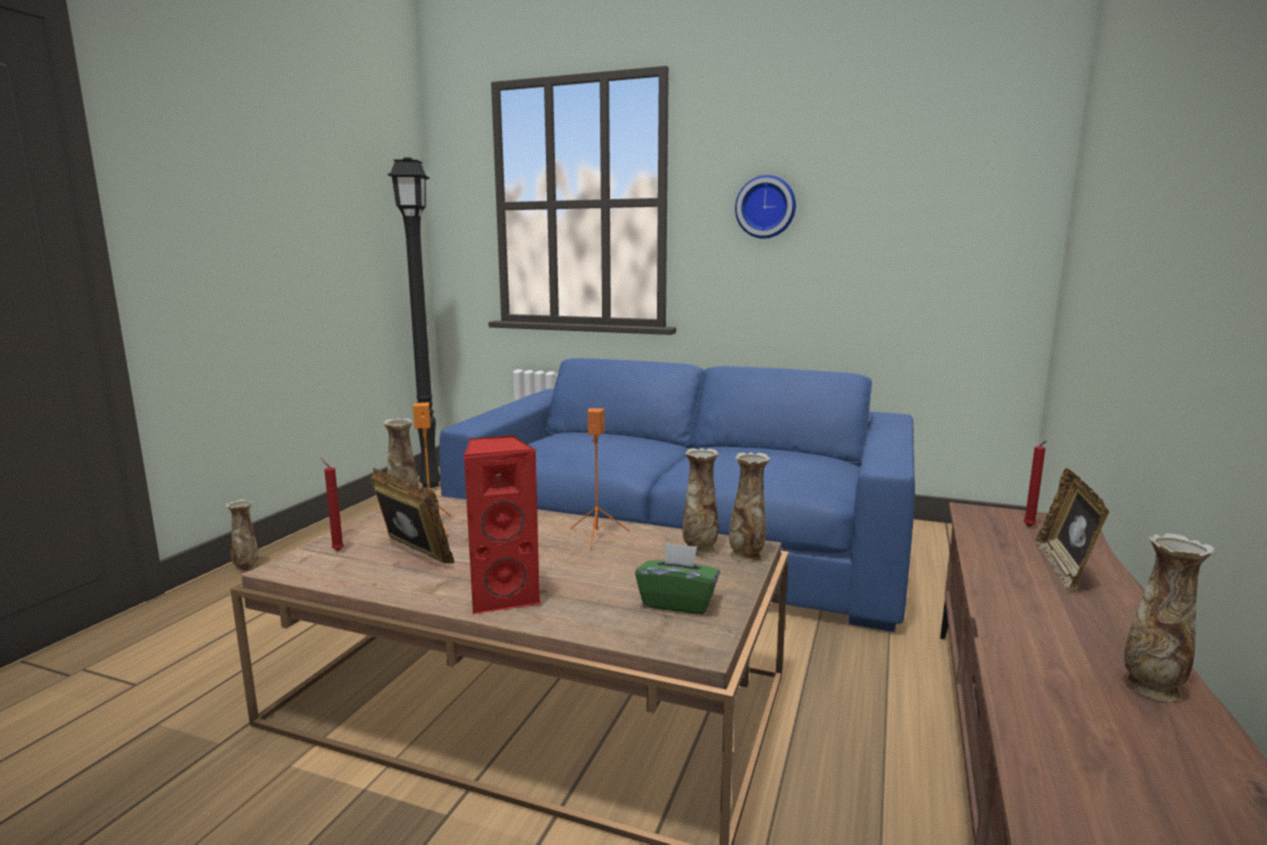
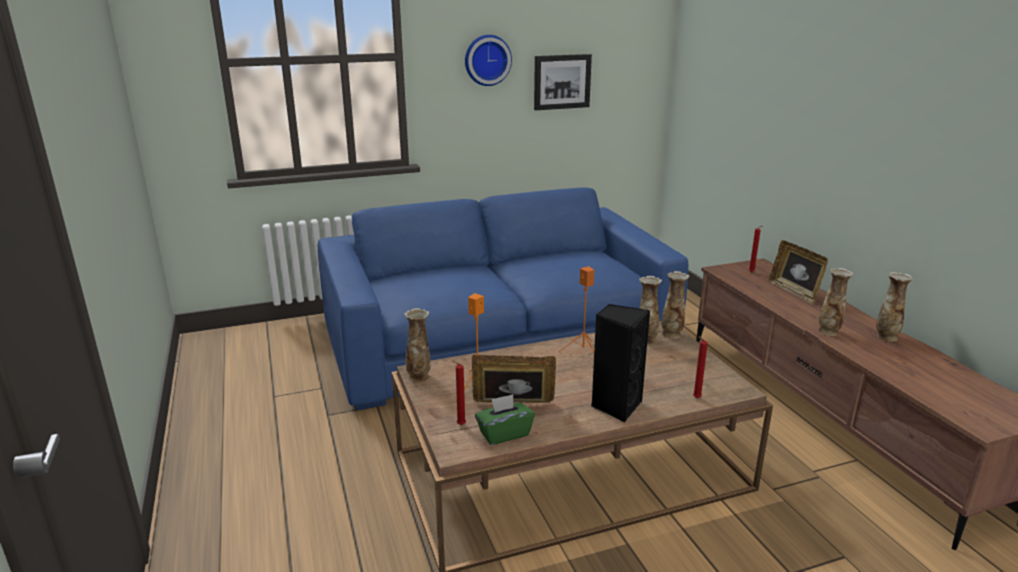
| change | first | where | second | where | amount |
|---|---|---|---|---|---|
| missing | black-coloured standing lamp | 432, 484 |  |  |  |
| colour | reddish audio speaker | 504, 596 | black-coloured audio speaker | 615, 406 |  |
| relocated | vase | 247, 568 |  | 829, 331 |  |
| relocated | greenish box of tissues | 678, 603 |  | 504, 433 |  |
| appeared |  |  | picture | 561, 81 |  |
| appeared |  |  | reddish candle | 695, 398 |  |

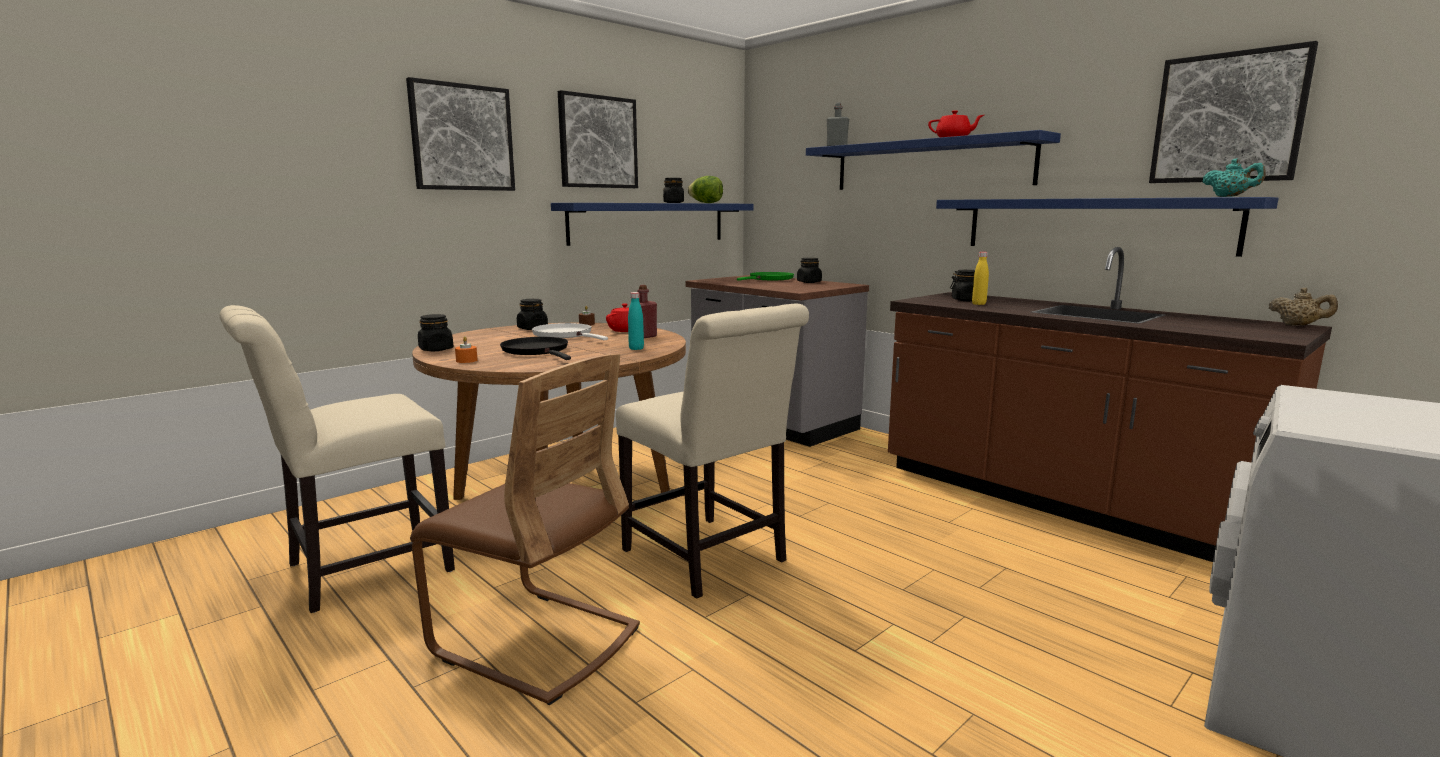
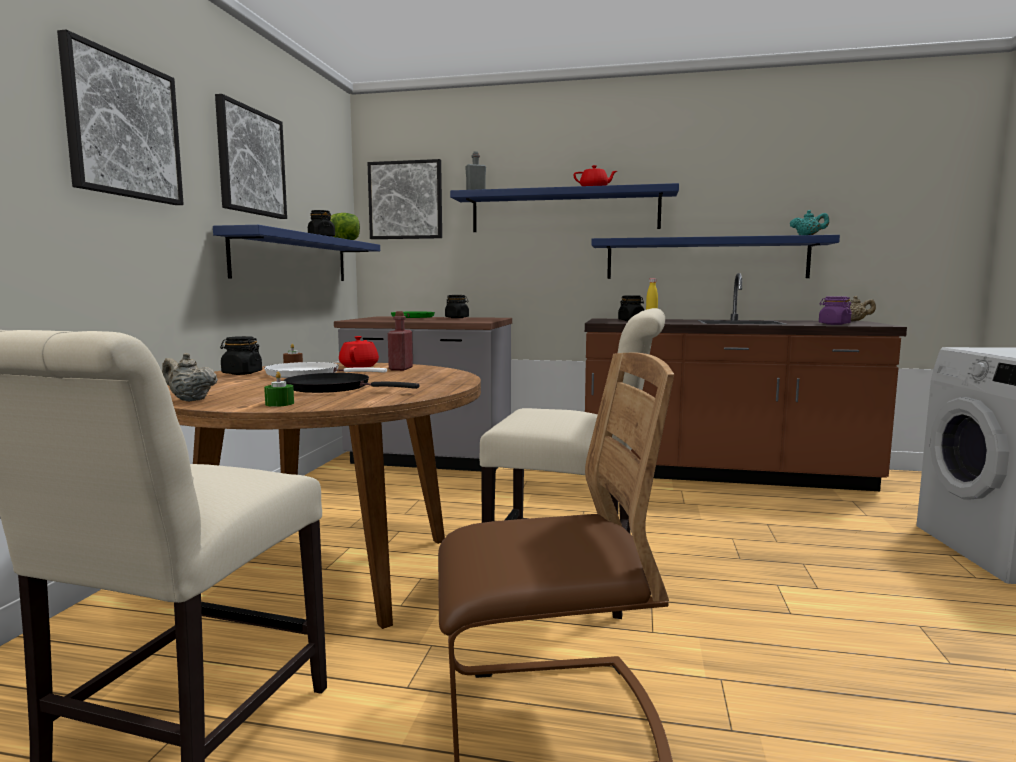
| change | first | where | second | where | amount |
|---|---|---|---|---|---|
| relocated | picture | 1228, 118 |  | 405, 200 |  |
| missing | turquoise-coloured drink bottle | 636, 349 |  |  |  |
| exchanged | black-coloured preserve jar | 436, 349 | sand-coloured tea pot | 189, 400 |  |
| colour | orangey candle | 466, 360 | greenish candle | 279, 404 |  |
| appeared |  |  | purple preserve jar | 834, 324 |  |

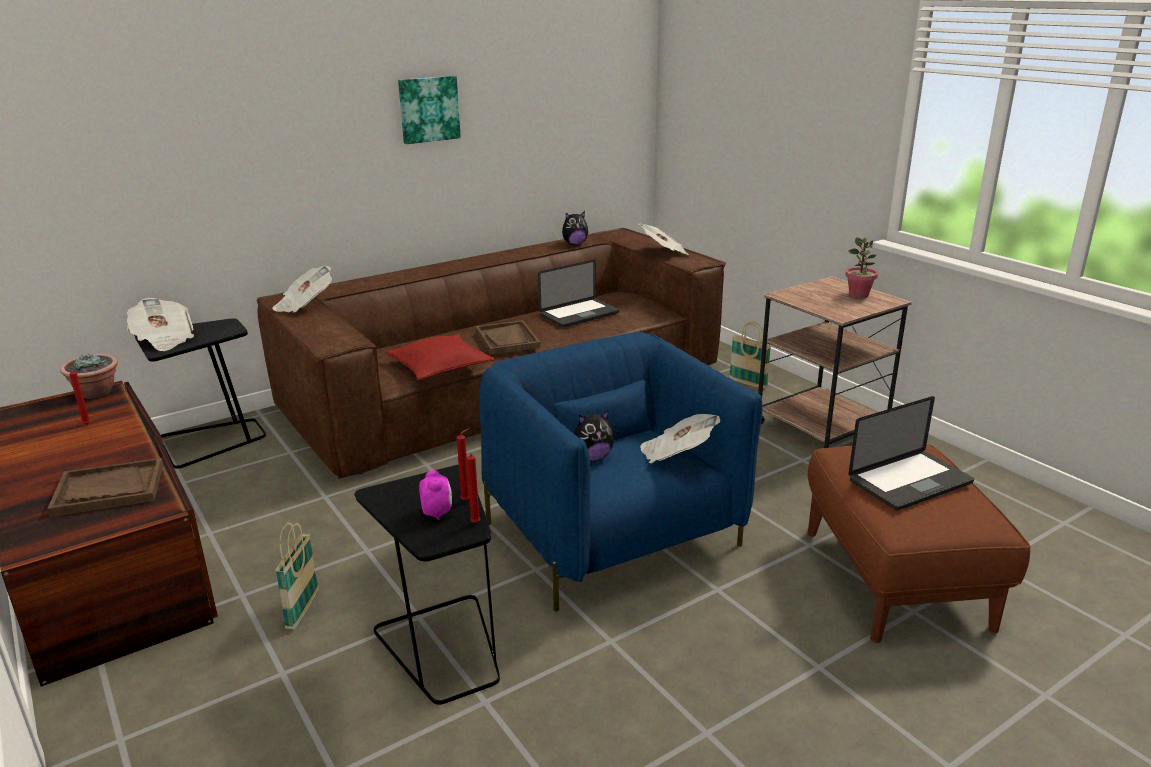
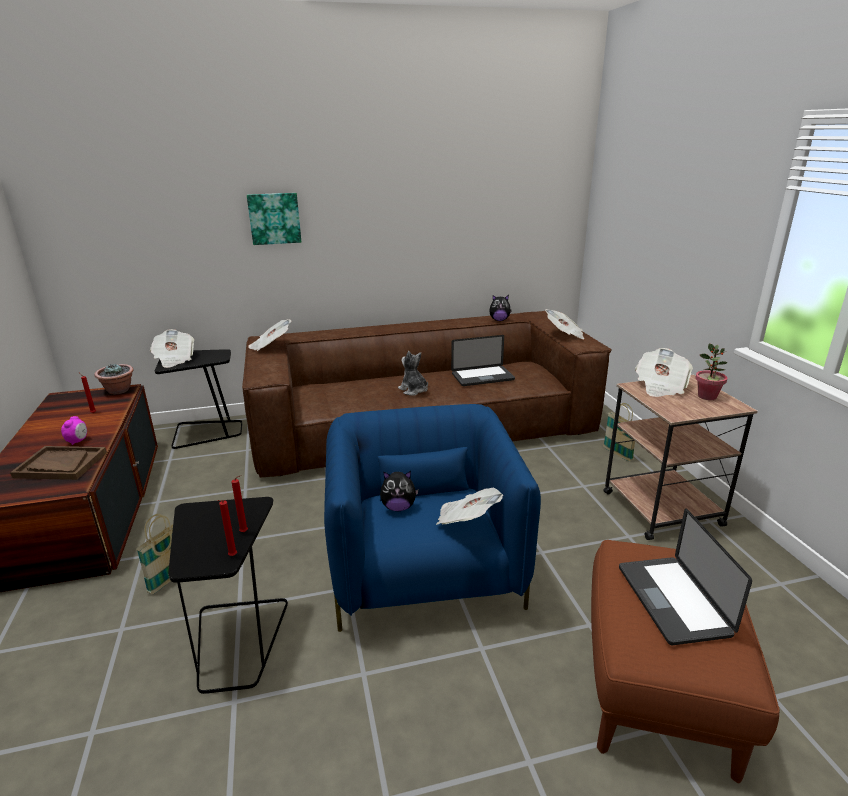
| change | first | where | second | where | amount |
|---|---|---|---|---|---|
| relocated | picture | 428, 109 |  | 274, 218 |  |
| exchanged | brownish serving tray | 507, 339 | soft toy | 413, 390 |  |
| missing | reddish throw pillow | 440, 367 |  |  |  |
| spun | portable computer | 910, 482 |  | 672, 600 | 90 degrees clockwise |
| relocated | bedside clock | 437, 513 |  | 78, 441 |  |
| appeared |  |  | newspaper | 660, 387 |  |

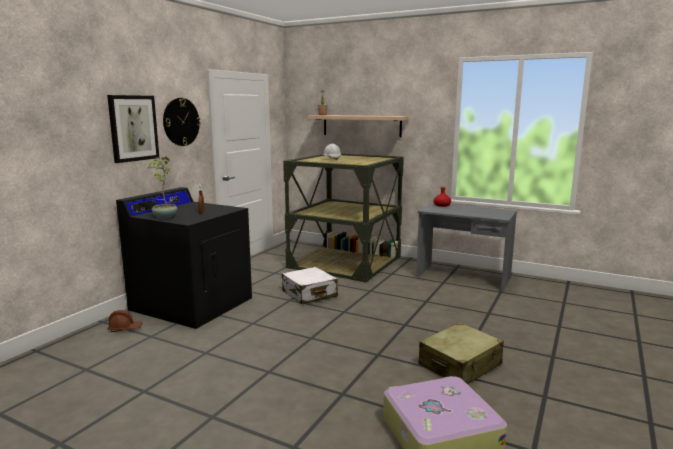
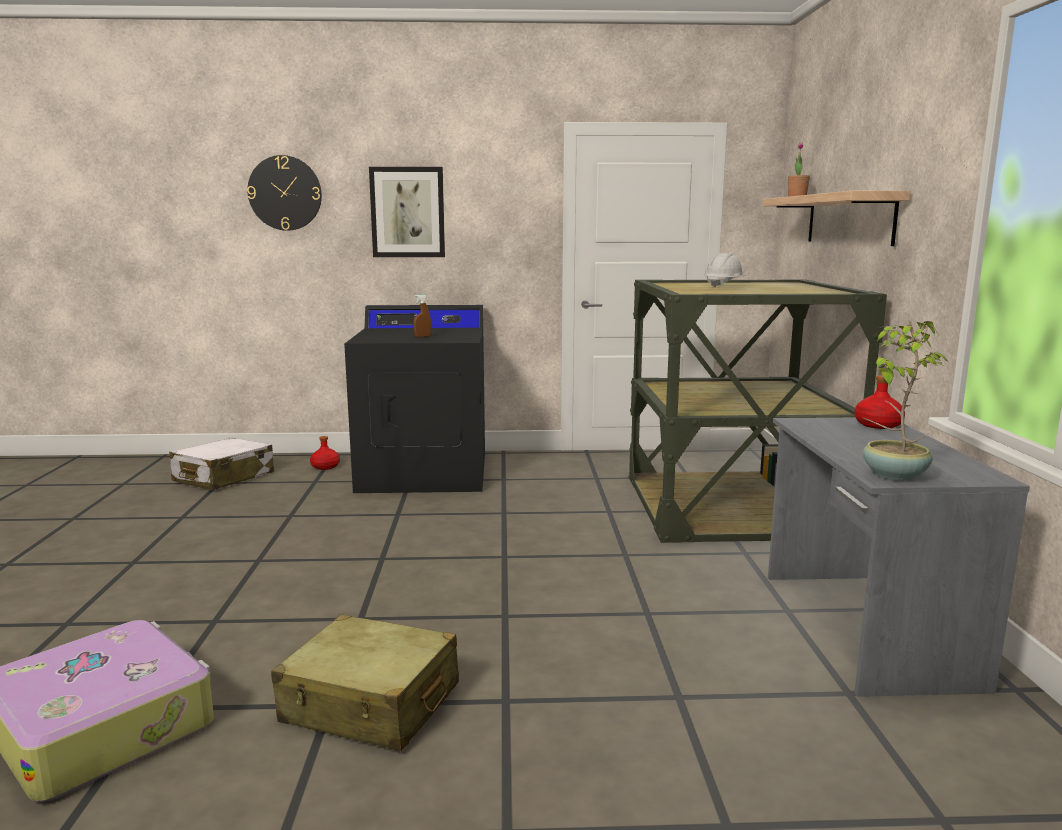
| change | first | where | second | where | amount |
|---|---|---|---|---|---|
| relocated | wall clock | 181, 122 |  | 285, 193 |  |
| relocated | plant in a pot | 164, 217 |  | 892, 475 |  |
| relocated | white-coloured piece of luggage | 309, 294 |  | 223, 478 |  |
| exchanged | brownish work helmet | 125, 328 | reddish drink bottle | 325, 466 |  |

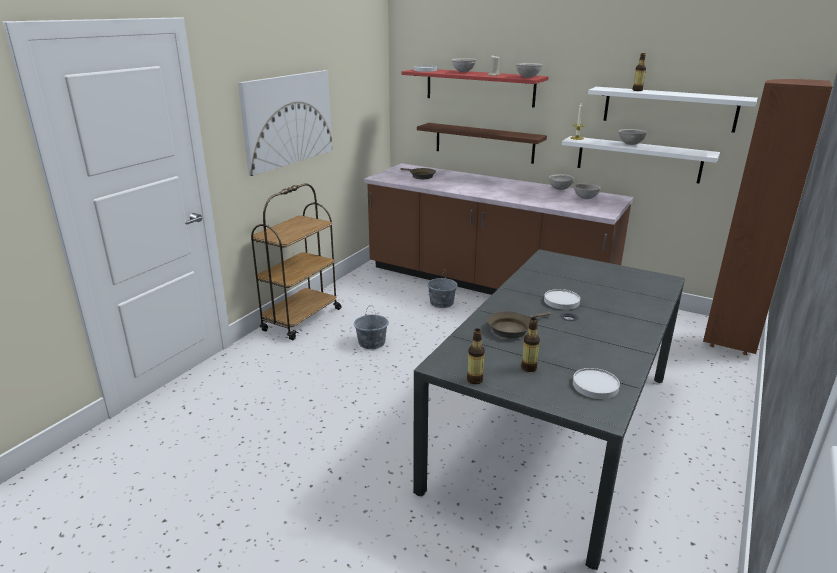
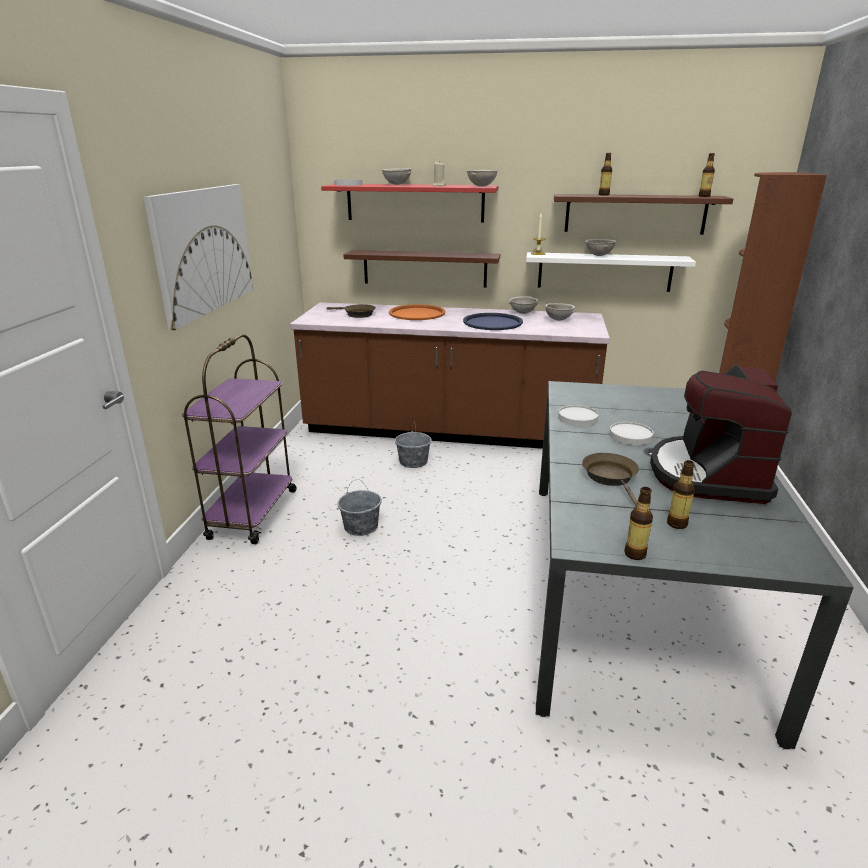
| change | first | where | second | where | amount |
|---|---|---|---|---|---|
| colour | white-coloured shelf | 669, 109 | brownish shelf | 635, 214 |  |
| colour | brownish trolley | 301, 320 | purple trolley | 252, 515 |  |
| spun | brownish skillet | 512, 328 |  | 611, 478 | 135 degrees clockwise |
| relocated | white-coloured plate | 595, 385 |  | 577, 418 |  |
| appeared |  |  | drink bottle | 704, 196 |  |
| appeared |  |  | orangey serving tray | 417, 313 |  |
| appeared |  |  | bluish serving tray | 492, 322 |  |
| appeared |  |  | coffee machine | 708, 474 |  |

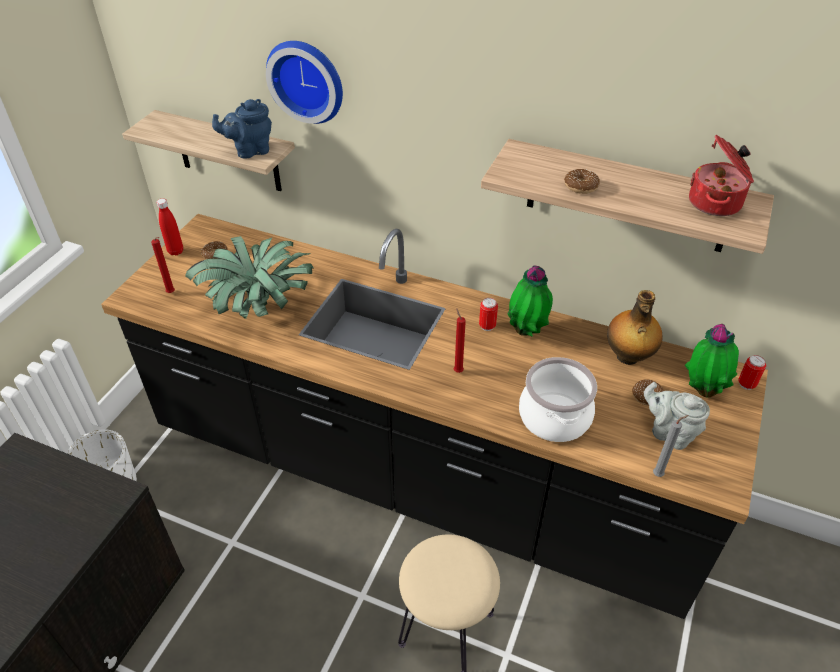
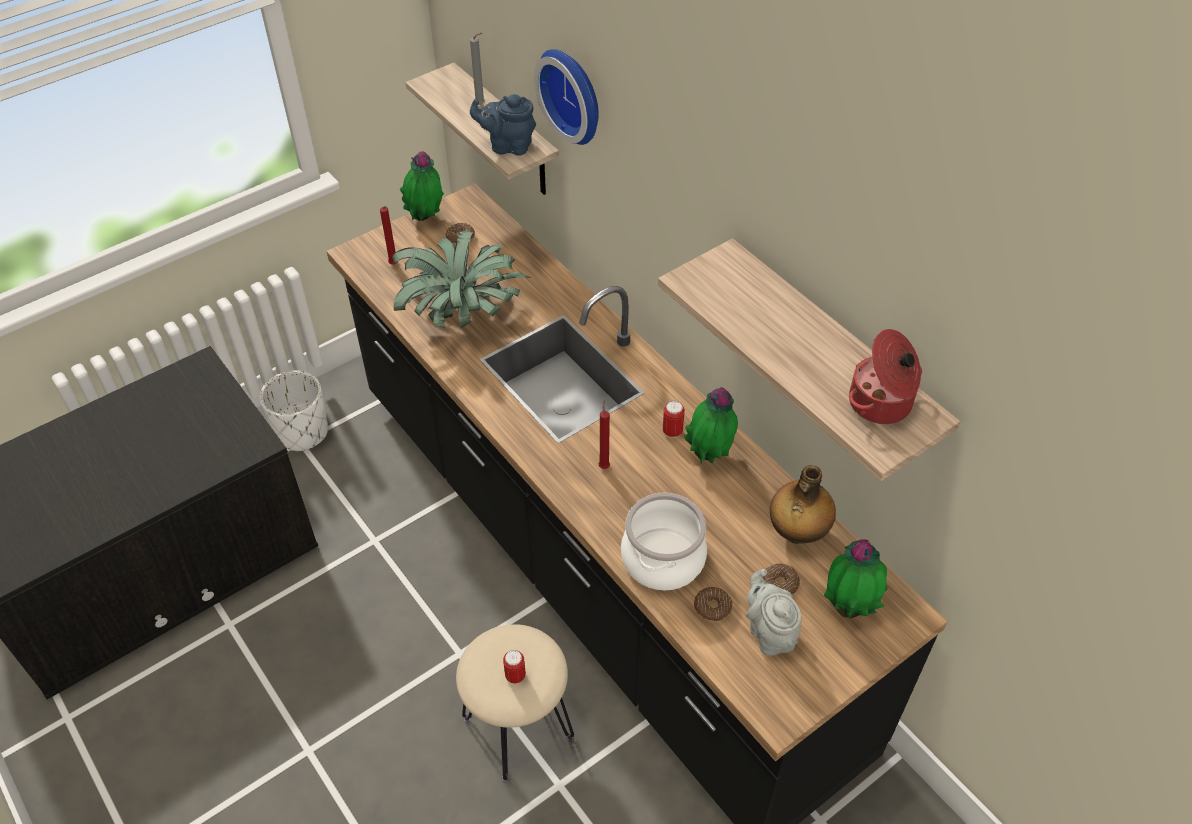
| change | first | where | second | where | amount |
|---|---|---|---|---|---|
| relocated | donut | 581, 186 |  | 712, 607 |  |
| exchanged | reddish drink bottle | 175, 251 | plant in a pot | 426, 219 |  |
| relocated | metal can | 746, 384 |  | 515, 676 |  |
| relocated | grey candle | 659, 474 |  | 481, 105 |  |

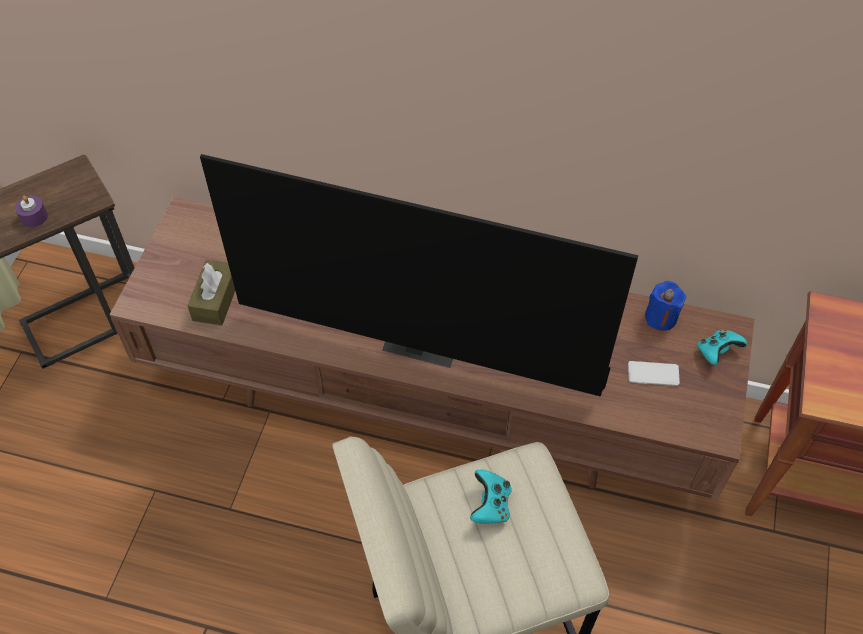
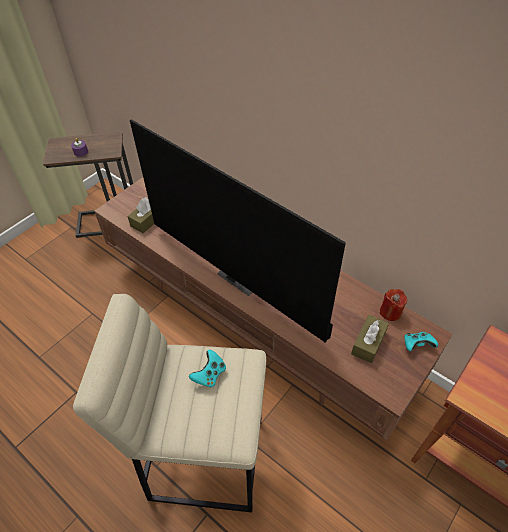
| change | first | where | second | where | amount |
|---|---|---|---|---|---|
| colour | bluish candle | 661, 317 | reddish candle | 390, 312 |  |
| exchanged | telephone | 653, 374 | brownish box of tissues | 368, 343 |  |

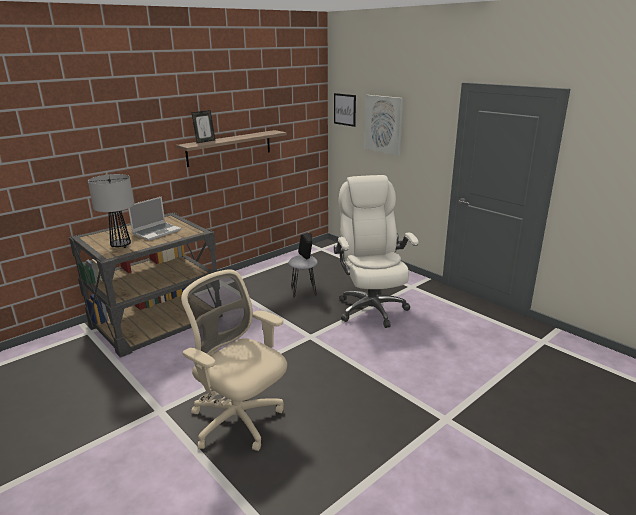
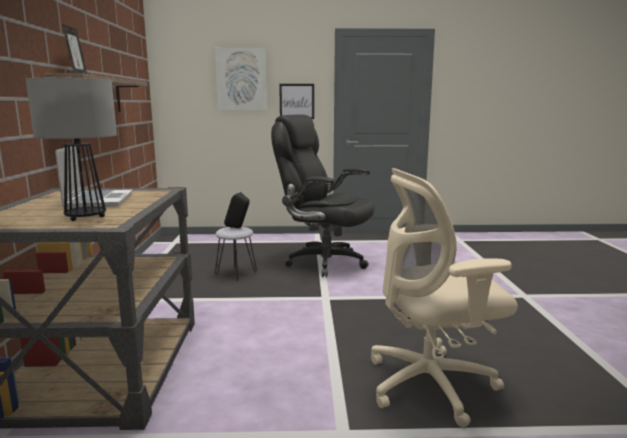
| change | first | where | second | where | amount |
|---|---|---|---|---|---|
| relocated | picture | 344, 109 |  | 296, 101 |  |
| colour | white-coloured desk chair | 371, 309 | black-coloured desk chair | 324, 262 |  |

